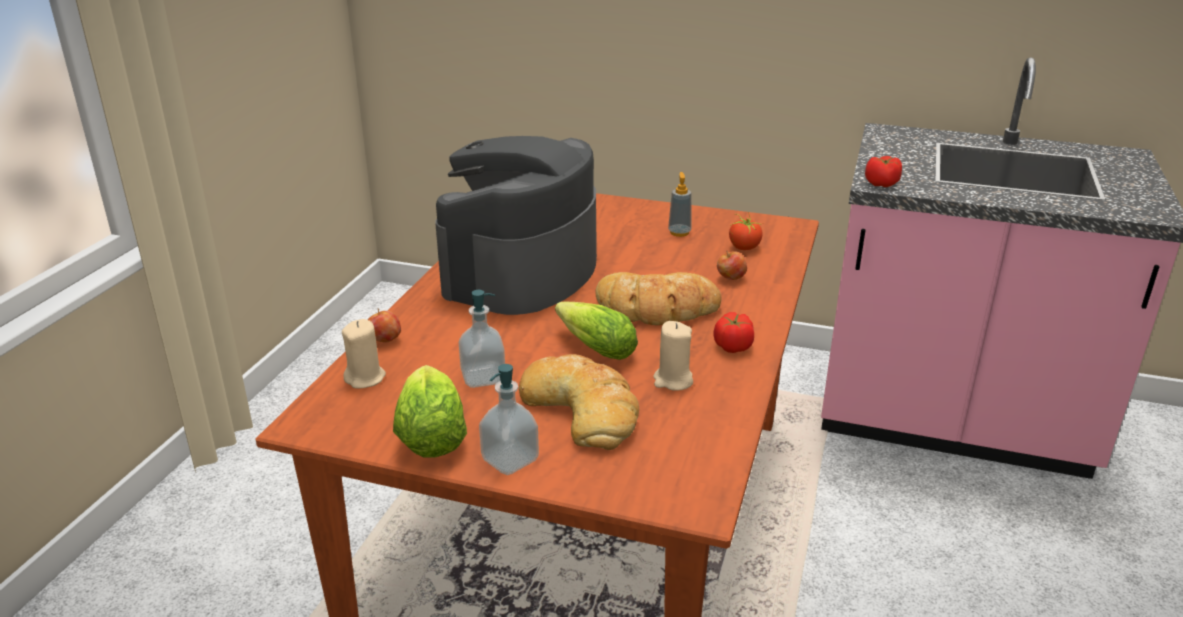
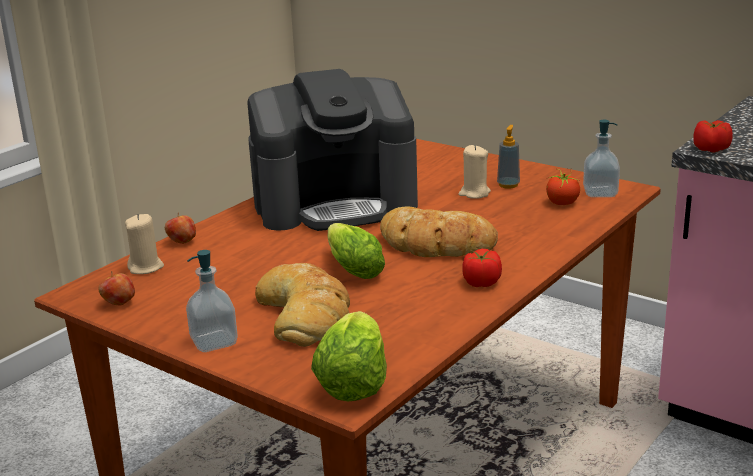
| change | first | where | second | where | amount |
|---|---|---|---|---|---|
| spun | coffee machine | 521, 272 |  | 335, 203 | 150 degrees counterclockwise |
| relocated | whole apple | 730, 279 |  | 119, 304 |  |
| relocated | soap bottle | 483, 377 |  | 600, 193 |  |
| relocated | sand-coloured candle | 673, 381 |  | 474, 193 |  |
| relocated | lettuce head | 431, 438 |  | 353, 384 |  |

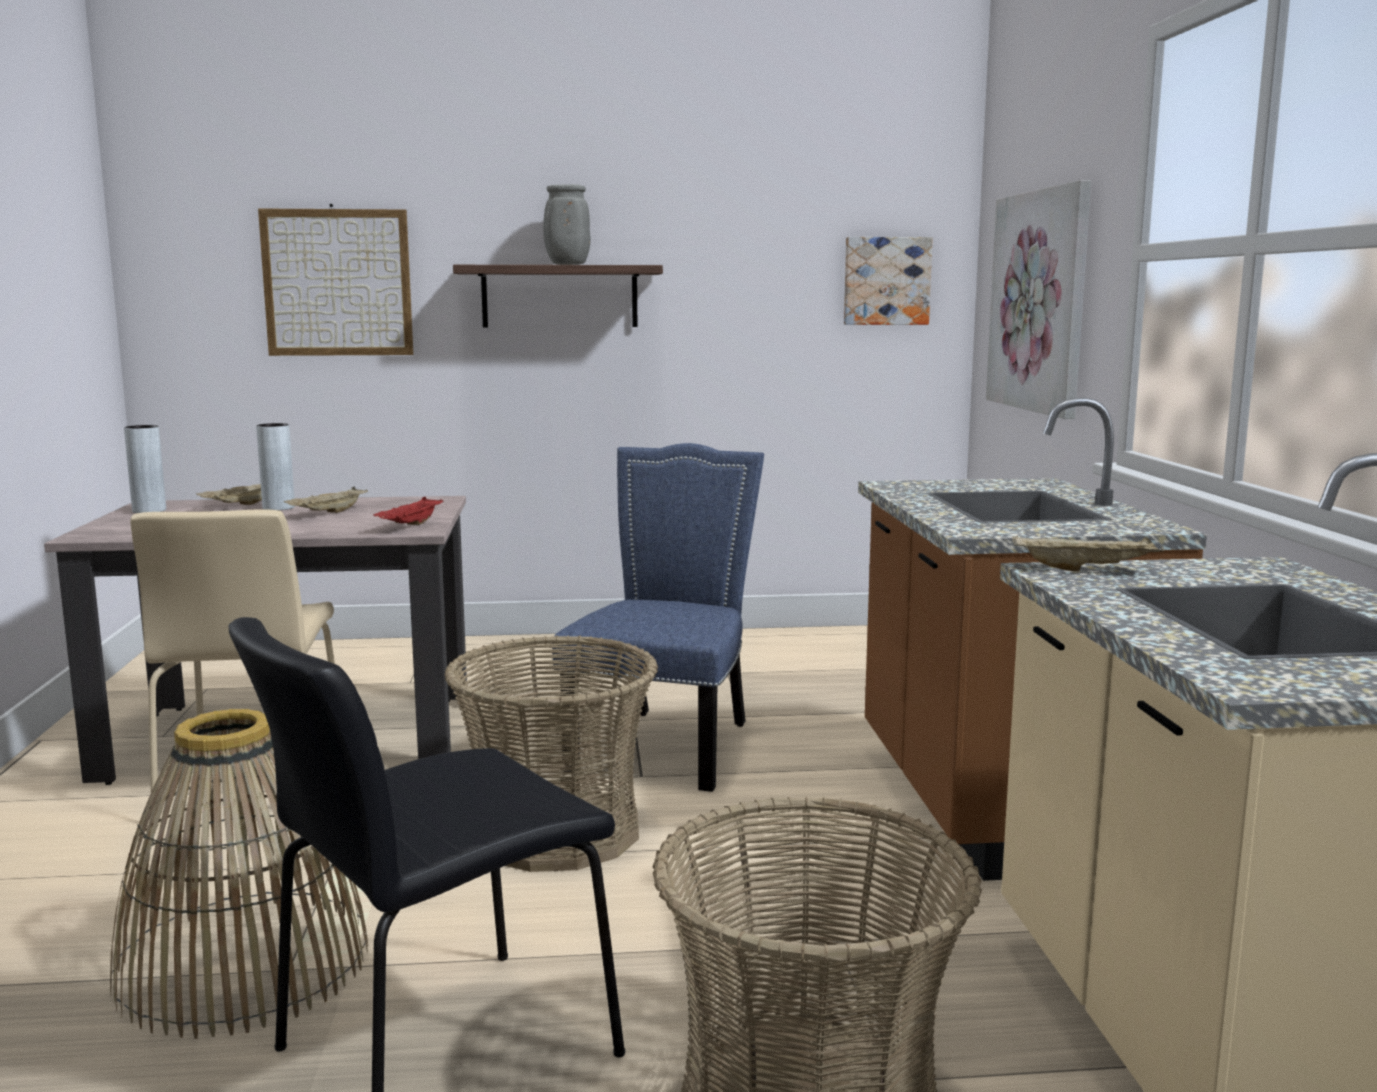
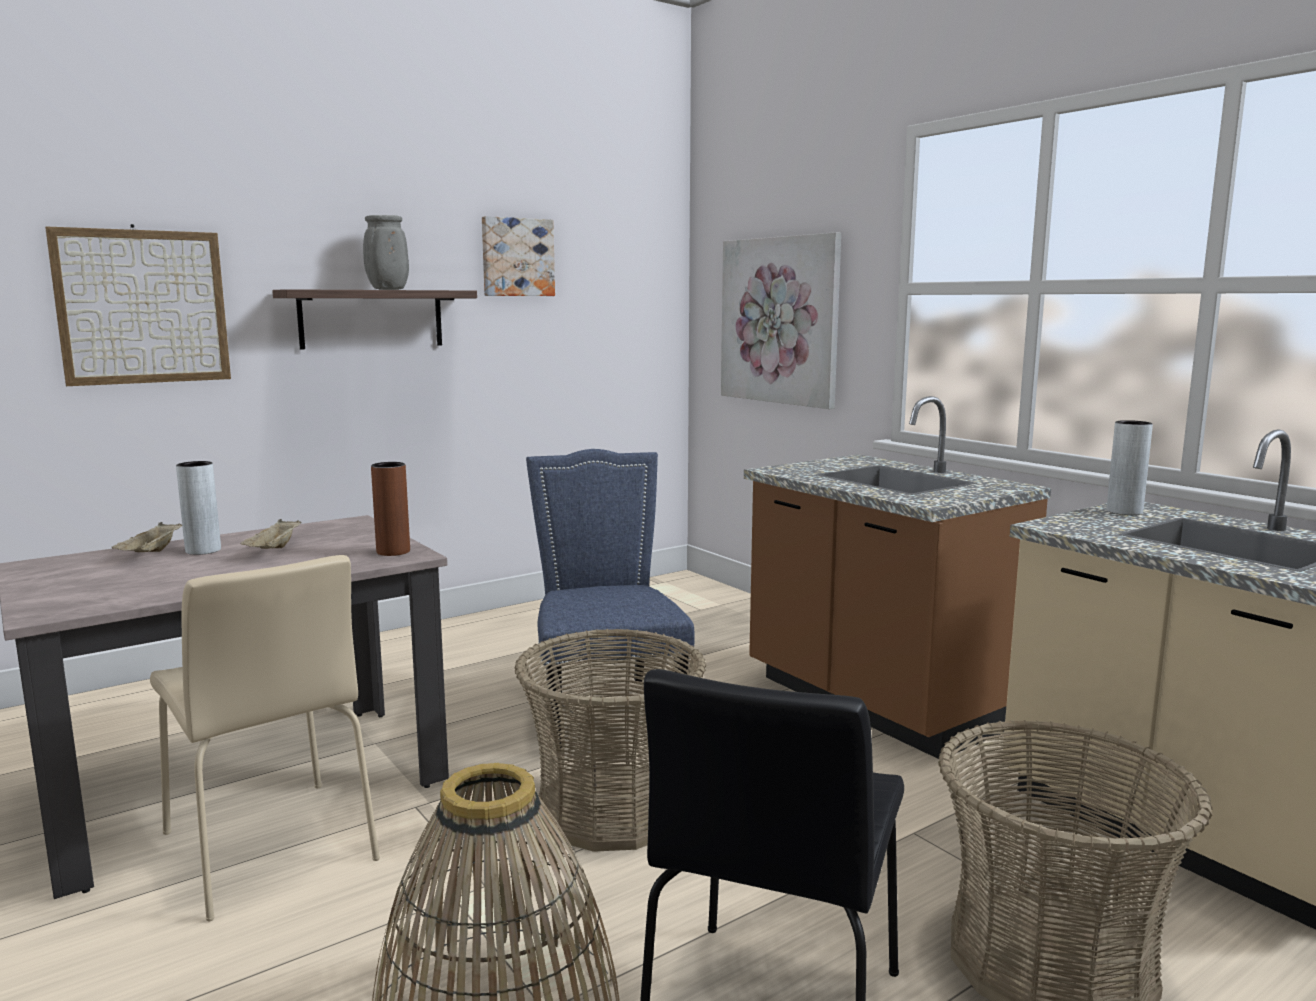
| change | first | where | second | where | amount |
|---|---|---|---|---|---|
| relocated | picture | 886, 281 |  | 517, 257 |  |
| relocated | grey vase | 149, 511 |  | 1124, 511 |  |
| exchanged | reddish serving tray | 411, 526 | brownish vase | 393, 552 |  |
| missing | sand-coloured serving tray | 1086, 569 |  |  |  |

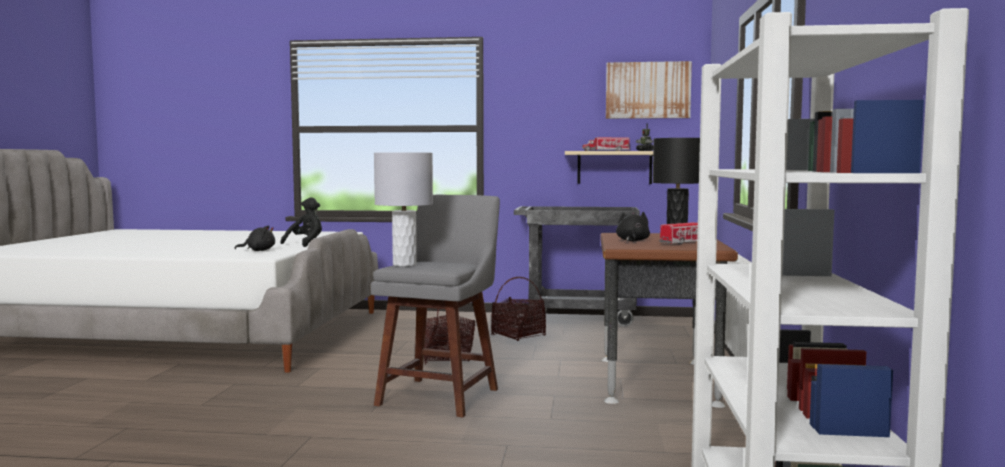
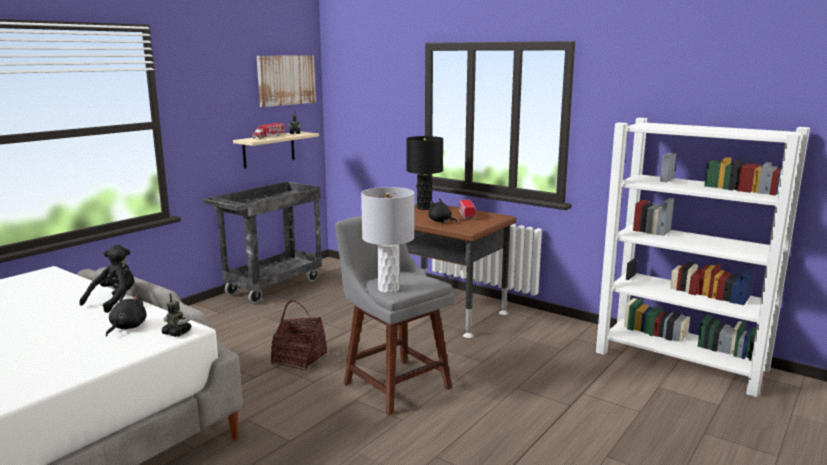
| change | first | where | second | where | amount |
|---|---|---|---|---|---|
| spun | black-coloured soft toy | 306, 244 |  | 114, 301 | 60 degrees clockwise |
| missing | household basket | 518, 335 |  |  |  |
| appeared |  |  | toy robot | 177, 333 |  |

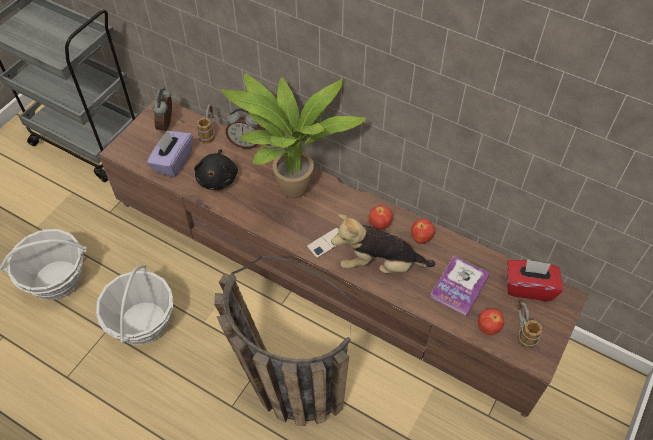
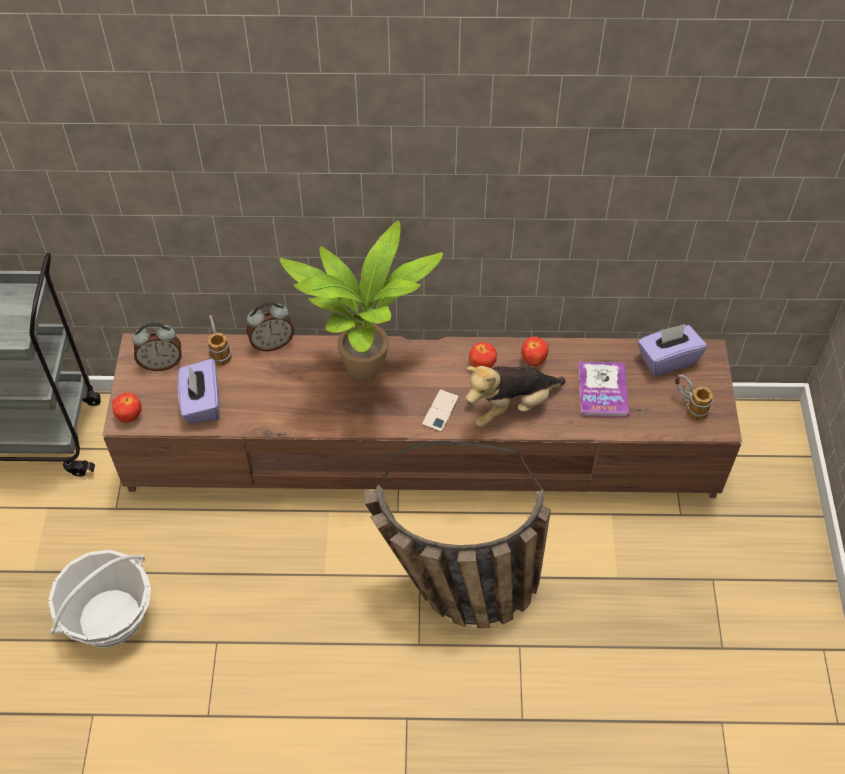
| change | first | where | second | where | amount |
|---|---|---|---|---|---|
| spun | bedside clock | 167, 125 |  | 161, 363 | 75 degrees counterclockwise |
| missing | black-coloured soft toy | 218, 178 |  |  |  |
| colour | reddish box of tissues | 528, 287 | purple box of tissues | 667, 359 |  |
| missing | household basket | 143, 323 |  |  |  |
| relocated | whole apple | 488, 328 |  | 130, 416 |  |

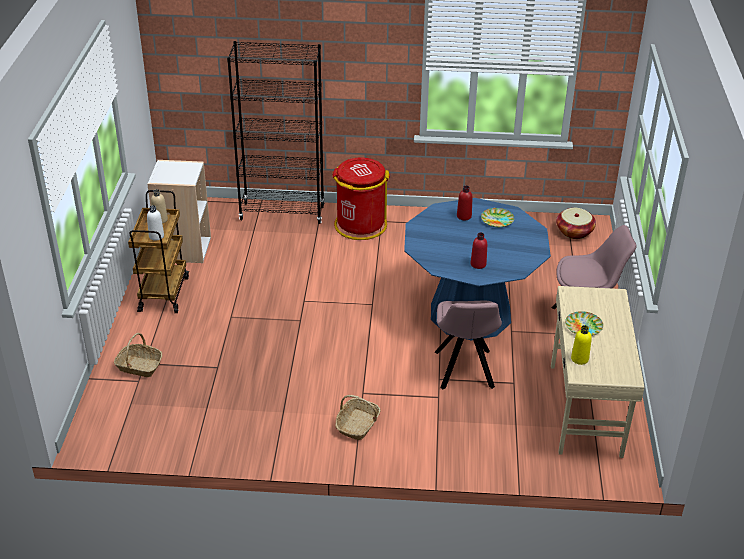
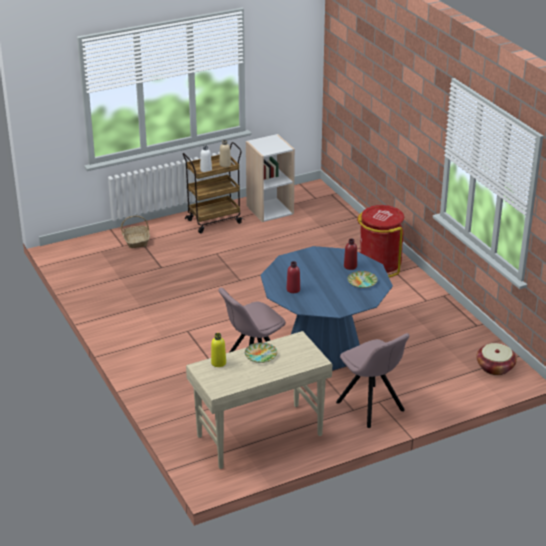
| change | first | where | second | where | amount |
|---|---|---|---|---|---|
| missing | black-coloured shelving unit | 282, 213 |  |  |  |
| missing | household basket | 357, 425 |  |  |  |

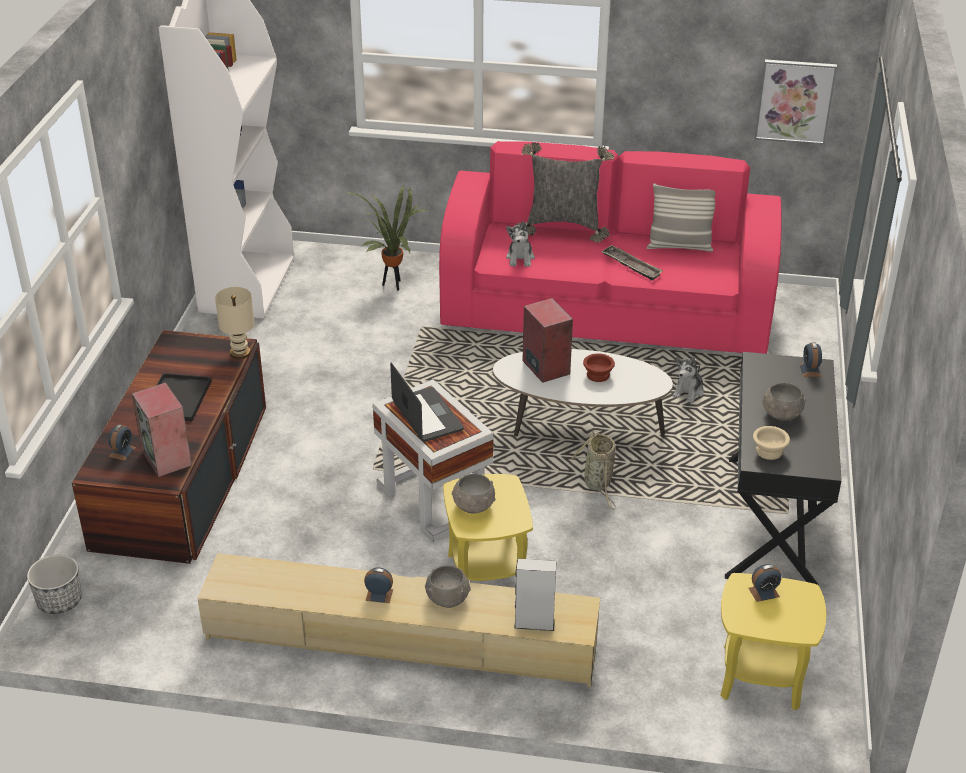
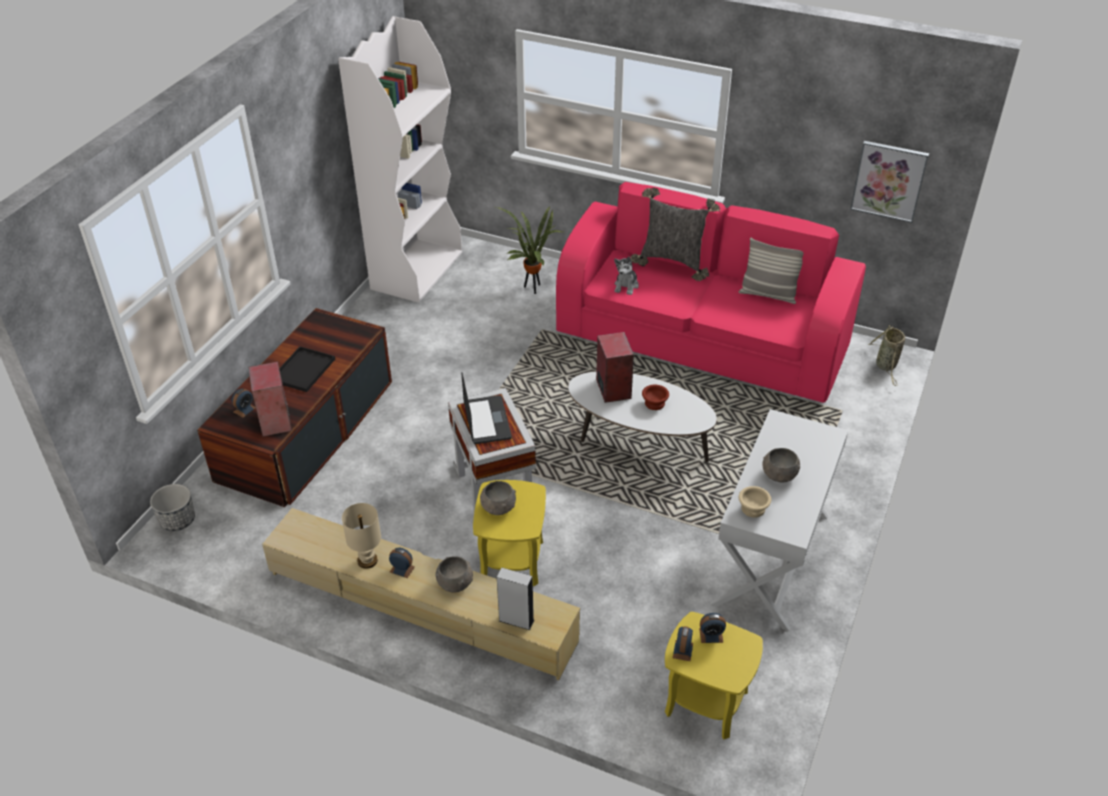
| change | first | where | second | where | amount |
|---|---|---|---|---|---|
| missing | serving tray | 631, 266 |  |  |  |
| relocated | sand-coloured lamp for a table | 239, 353 |  | 367, 561 |  |
| relocated | bedside clock | 810, 370 |  | 683, 650 |  |
| colour | black-coloured console table | 772, 520 | white-coloured console table | 772, 559 |  |
| missing | soft toy | 688, 392 |  |  |  |
| relocated | household basket | 598, 484 |  | 886, 366 |  |

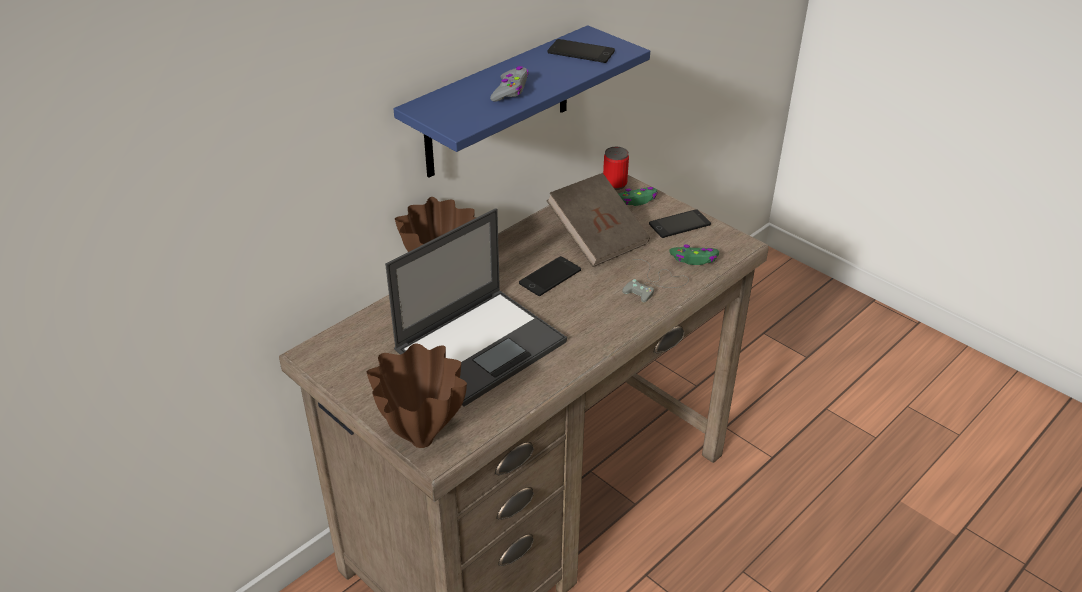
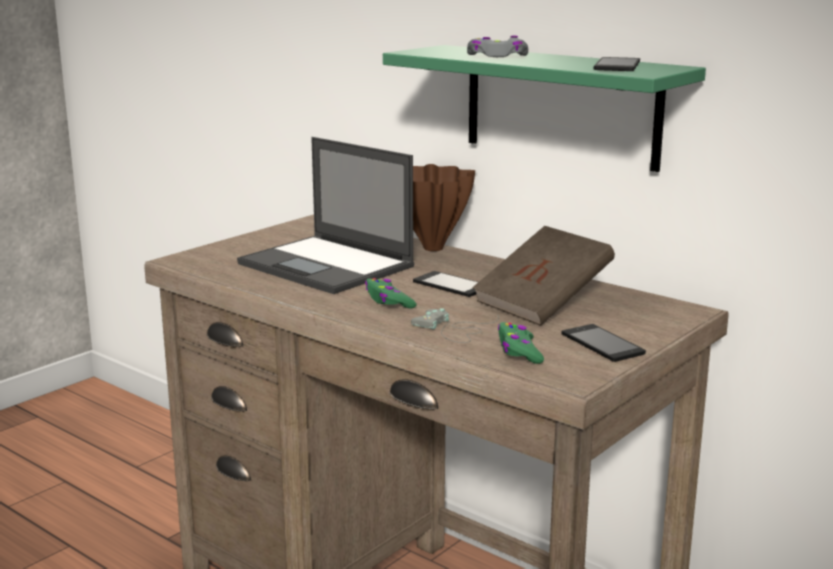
| change | first | where | second | where | amount |
|---|---|---|---|---|---|
| colour | bluish shelf | 498, 103 | greenish shelf | 561, 106 |  |
| missing | metal can | 614, 184 |  |  |  |
| relocated | greenish joypad | 636, 200 |  | 388, 301 |  |
| missing | brownish vase | 423, 438 |  |  |  |

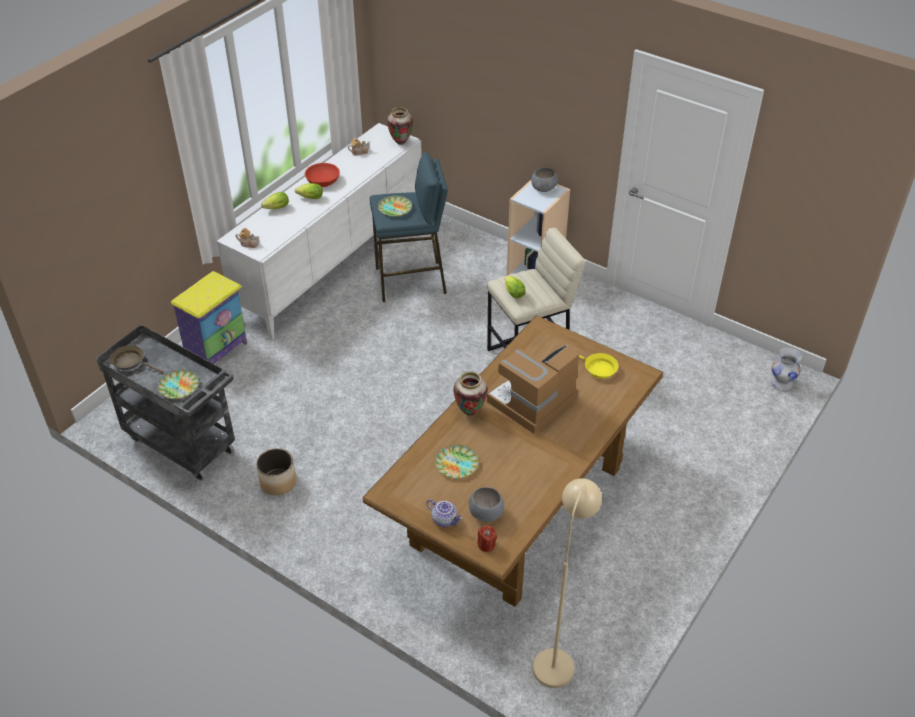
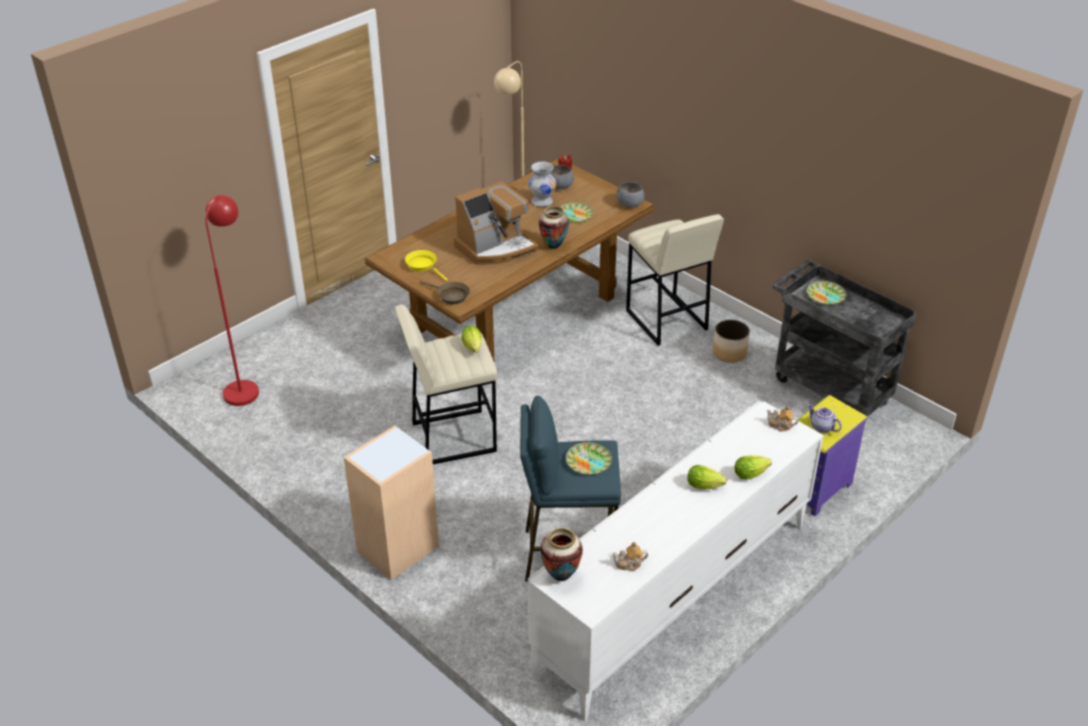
| change | first | where | second | where | amount |
|---|---|---|---|---|---|
| missing | reddish serving bowl | 323, 180 |  |  |  |
| relocated | grey serving bowl | 543, 188 |  | 630, 204 |  |
| relocated | brownish skillet | 131, 362 |  | 450, 296 |  |
| relocated | white-coloured vase | 781, 383 |  | 542, 202 |  |
| relocated | tea pot | 445, 519 |  | 821, 427 |  |
| appeared |  |  | reddish standing lamp | 246, 387 |  |
| appeared |  |  | sand-coloured stool seat | 667, 321 |  |

